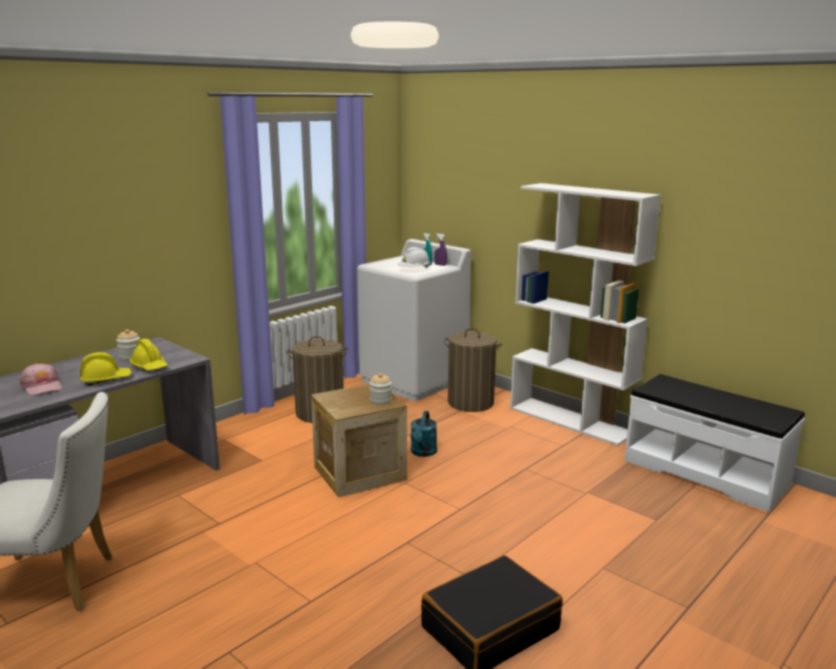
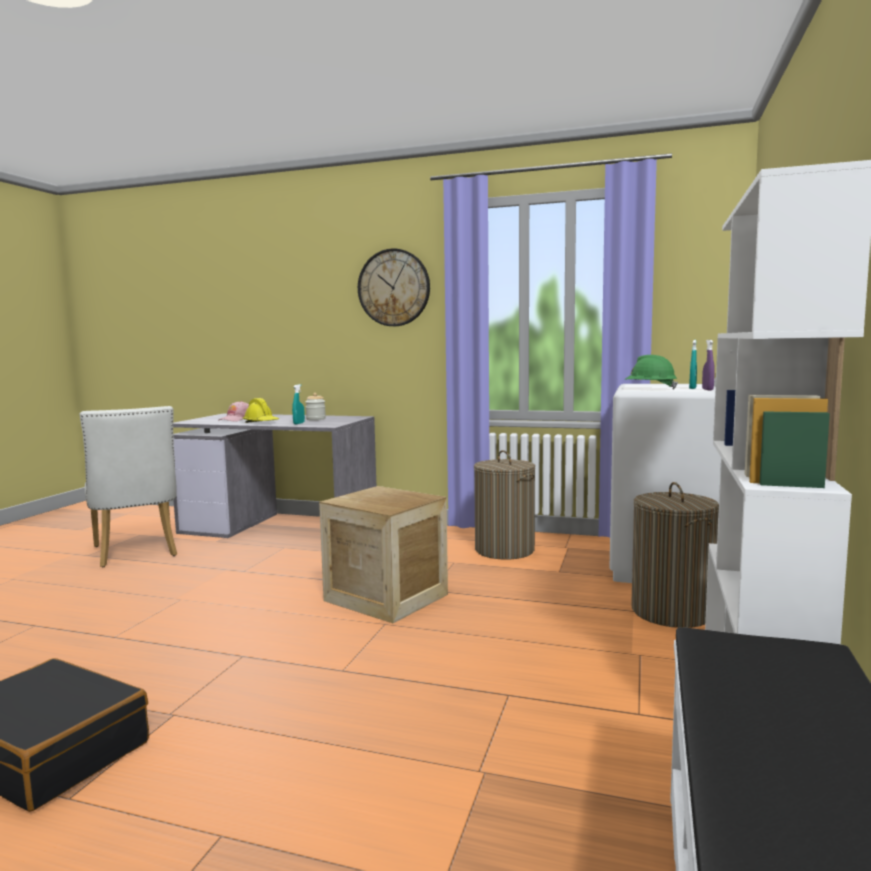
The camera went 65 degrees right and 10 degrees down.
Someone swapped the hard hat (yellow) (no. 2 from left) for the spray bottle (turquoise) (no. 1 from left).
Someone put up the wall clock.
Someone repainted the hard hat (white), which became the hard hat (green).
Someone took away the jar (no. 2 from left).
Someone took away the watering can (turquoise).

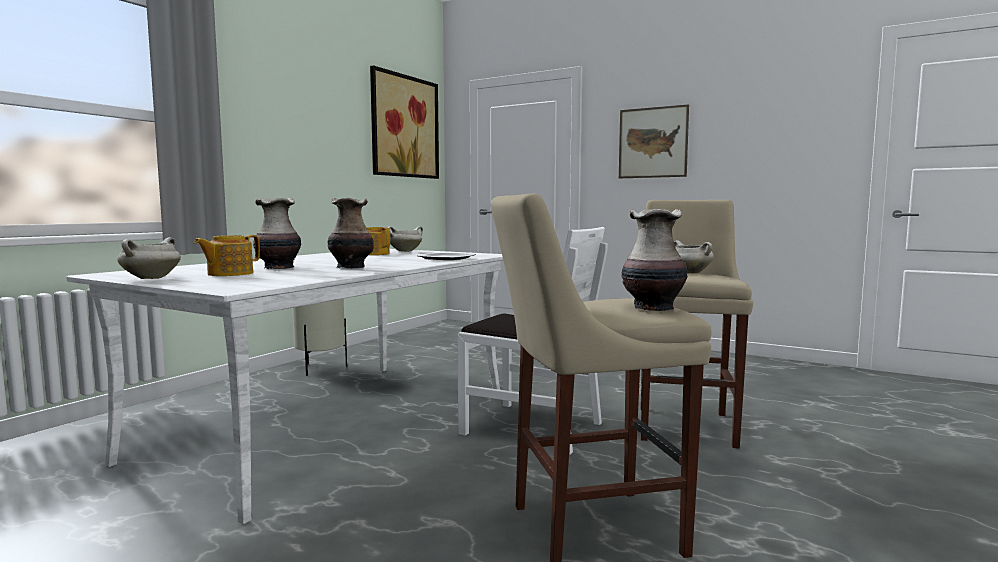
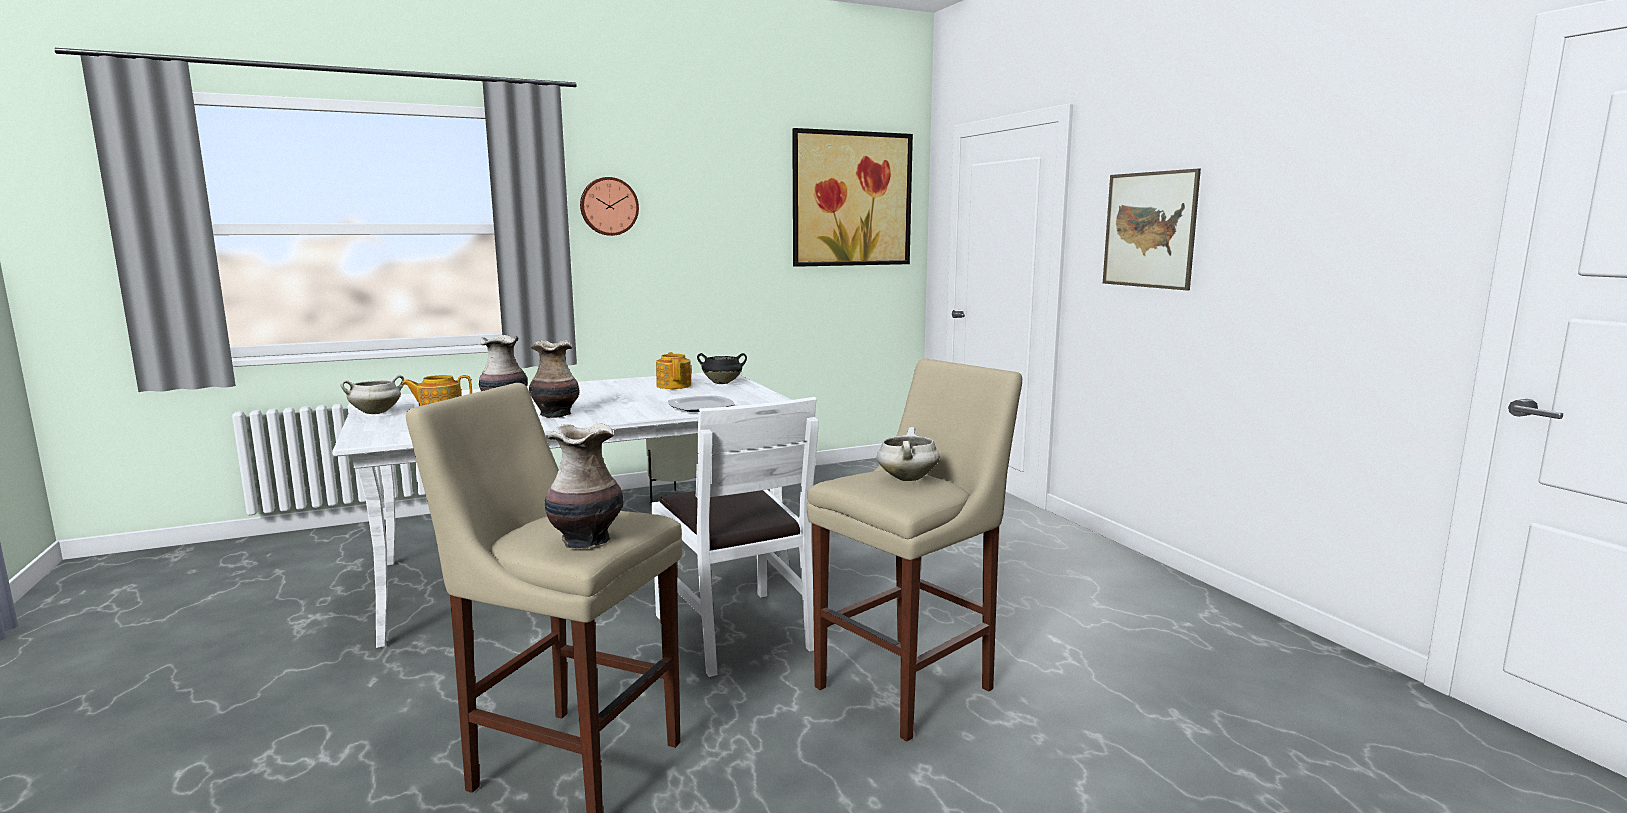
The camera went 35 degrees right and 5 degrees up.
Someone put up the wall clock.
Someone repainted the cooking pot (white) (no. 2 from left), which became the cooking pot (black).

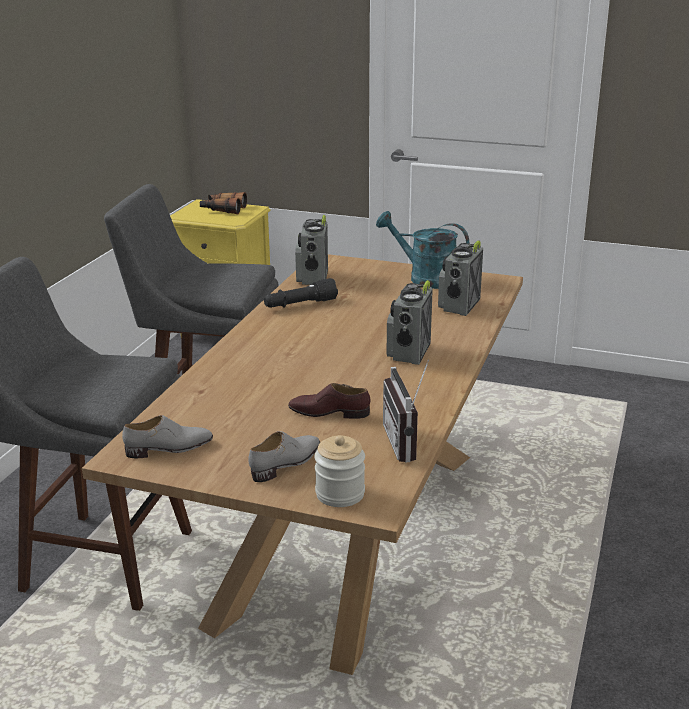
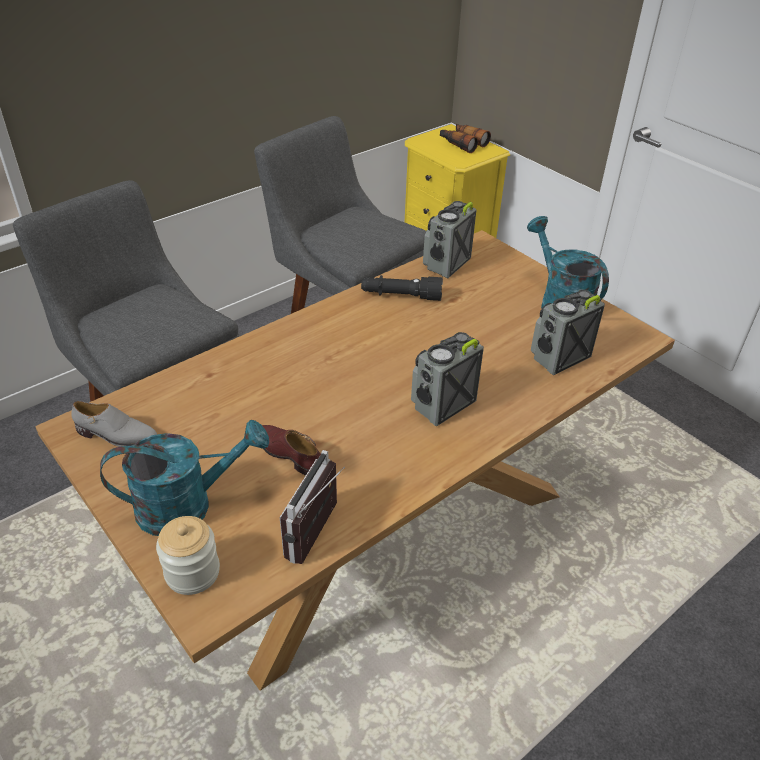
The camera went 30 degrees right and 15 degrees up.
Someone swapped the shoe (grey) (no. 2 from left) for the watering can (turquoise) (no. 1 from left).

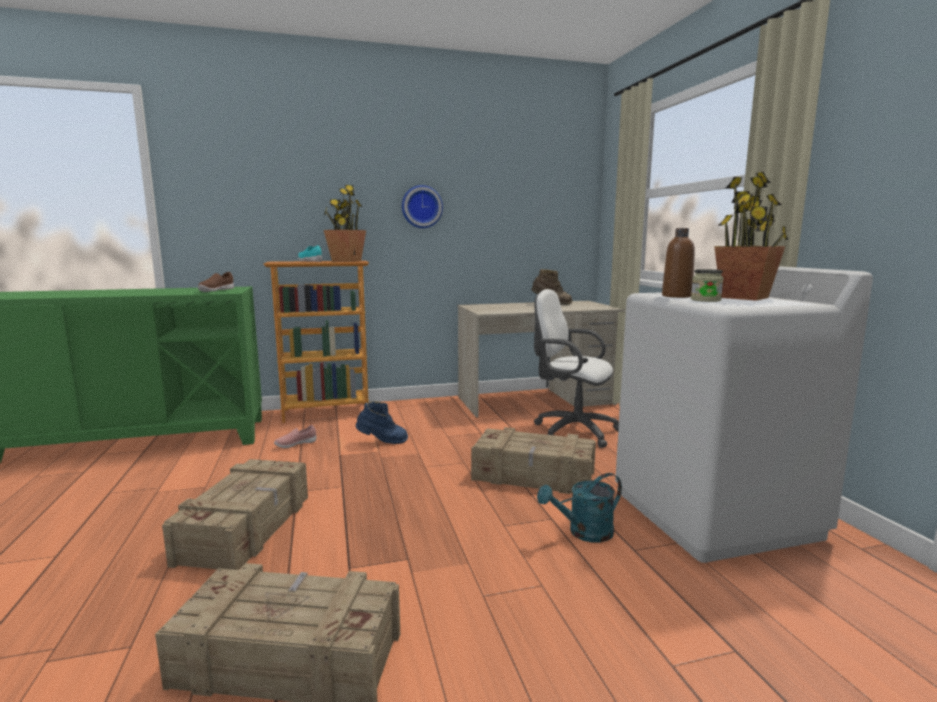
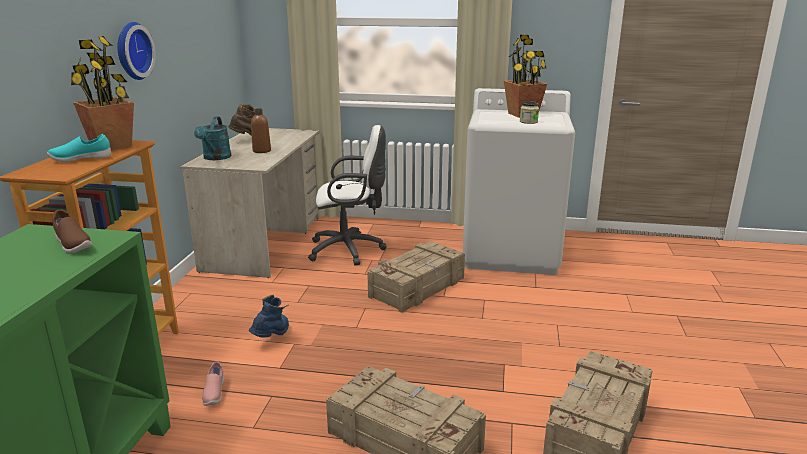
The camera went 65 degrees left and 10 degrees up.
Someone carried the watering can (turquoise).
Someone carried the bottle (brown).
Someone rotated the office chair (white) by 150 degrees counterclockwise.

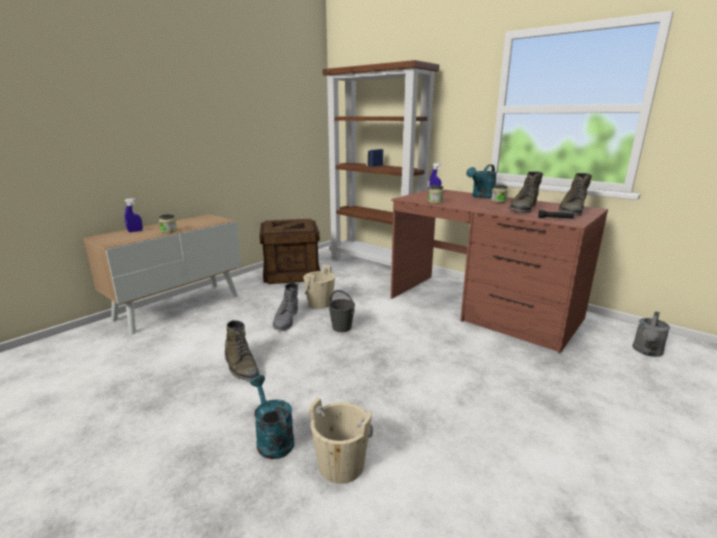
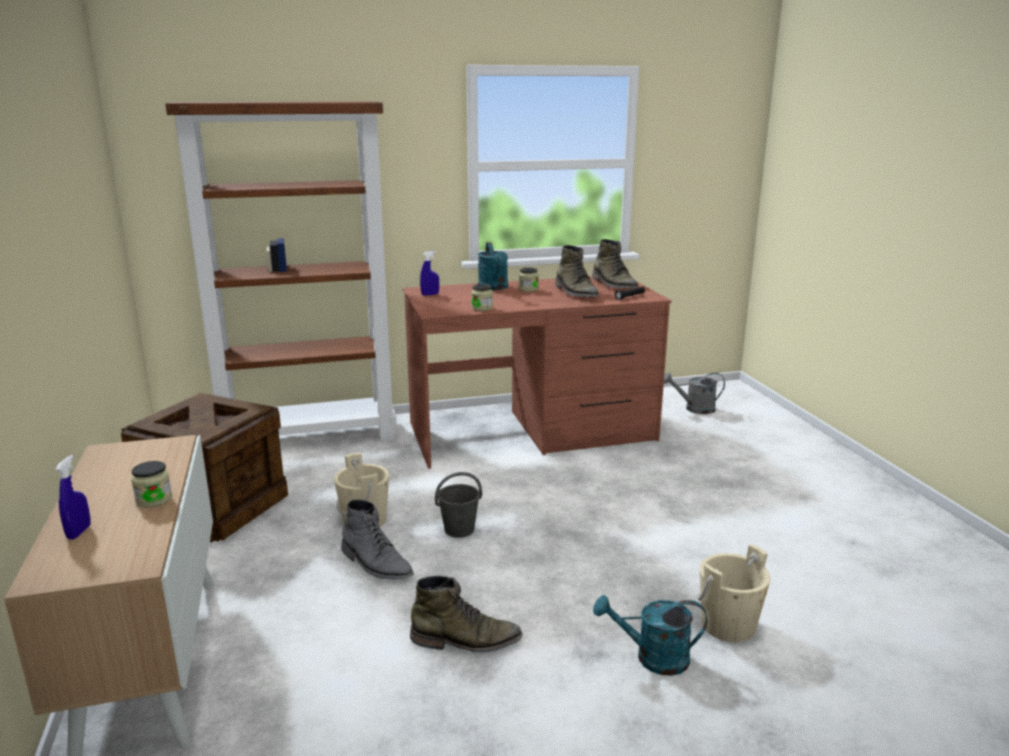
The camera went 55 degrees left and 0 degrees up.
Someone rotated the watering can (grey) by 105 degrees clockwise.

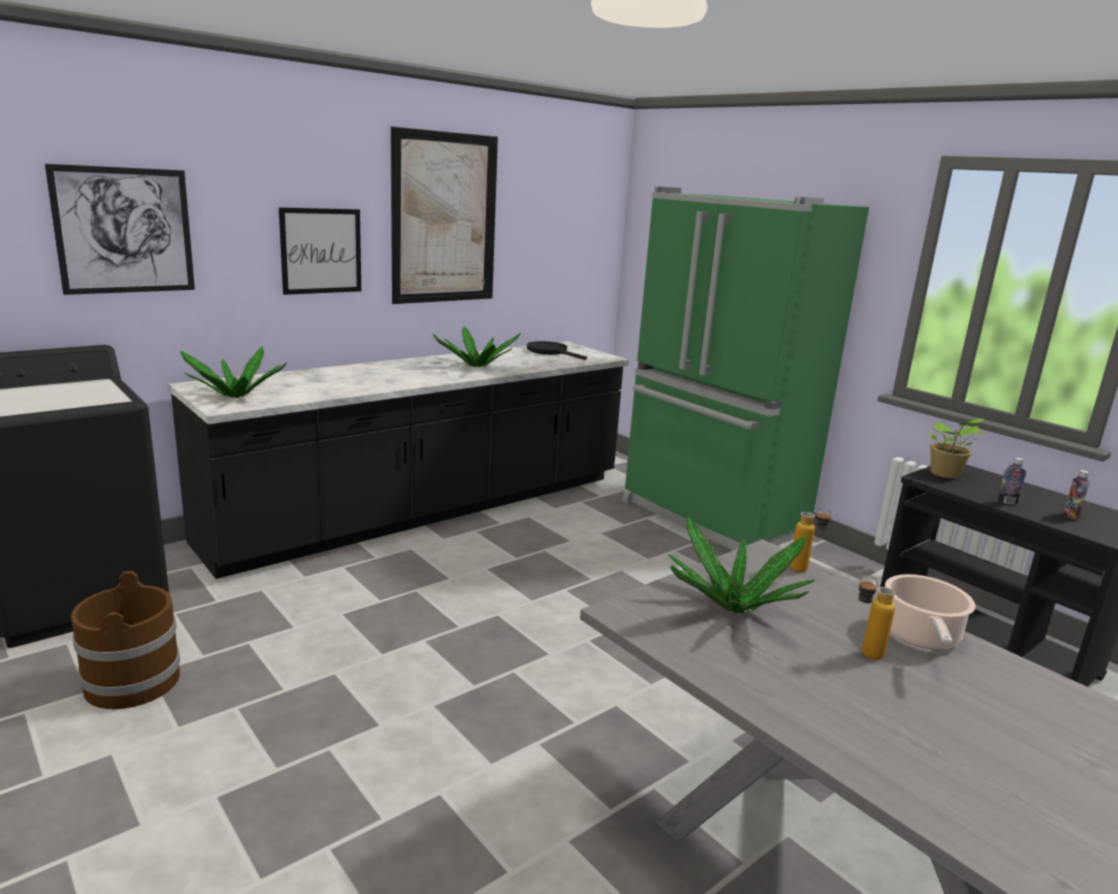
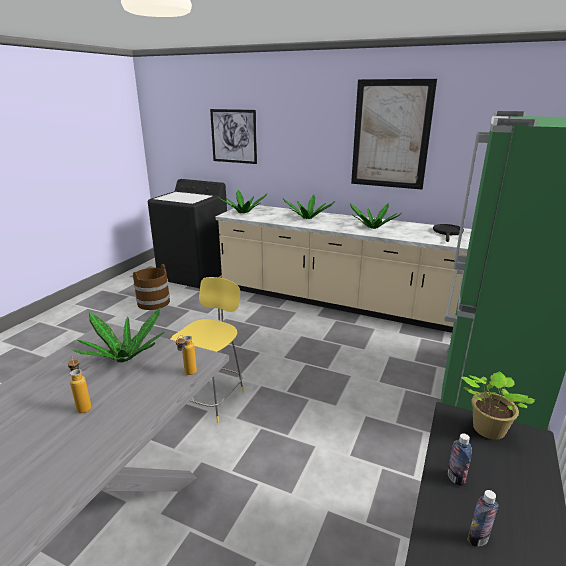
The camera went 65 degrees right and 5 degrees up.
Someone put down the stool (yellow).
Someone repainted the counter (black), which became the counter (beige).
Someone put down the potted plant (no. 3 from left).
Someone took away the picture (no. 2 from left).
Someone took away the cooking pot.

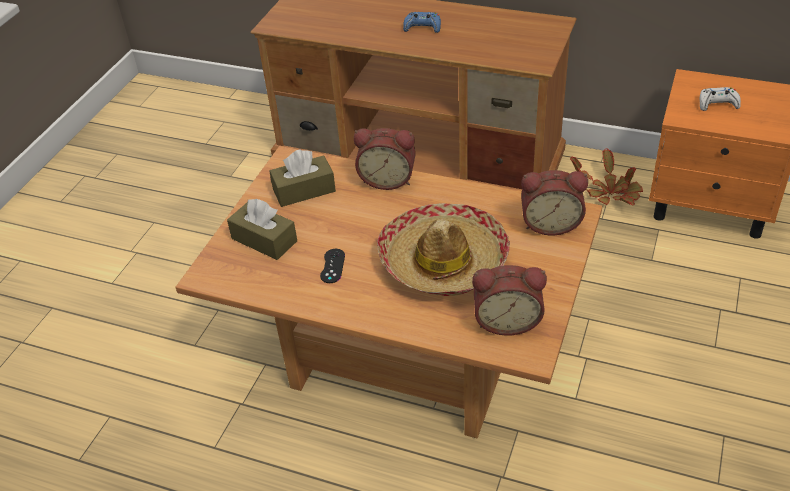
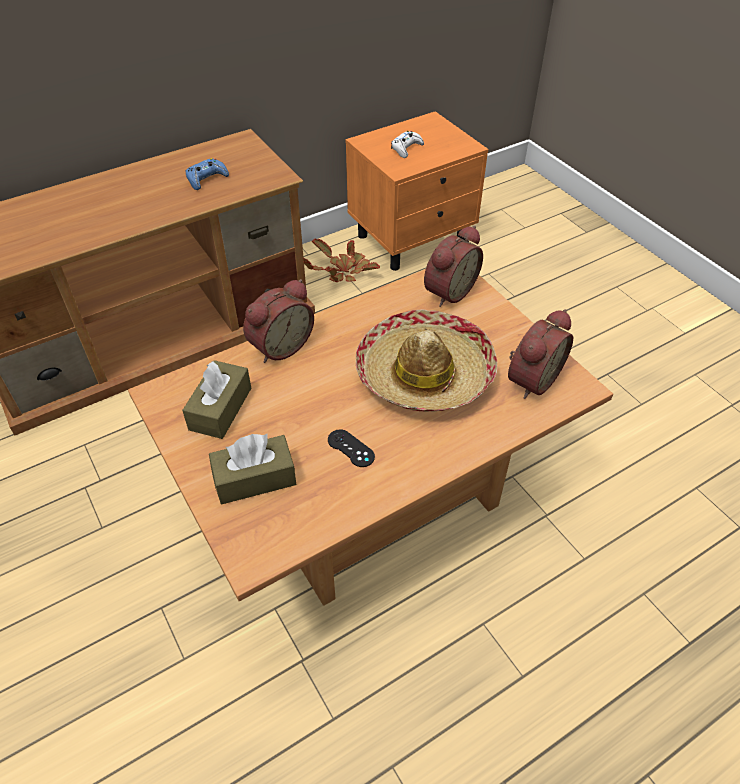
The camera went 55 degrees left and 5 degrees up.
Someone carried the game controller (blue).

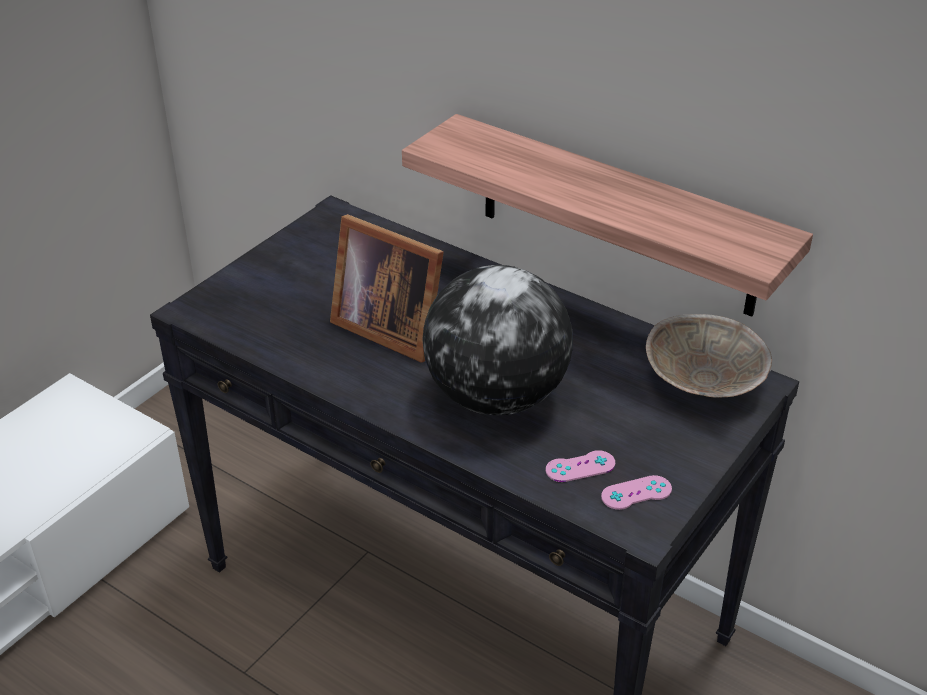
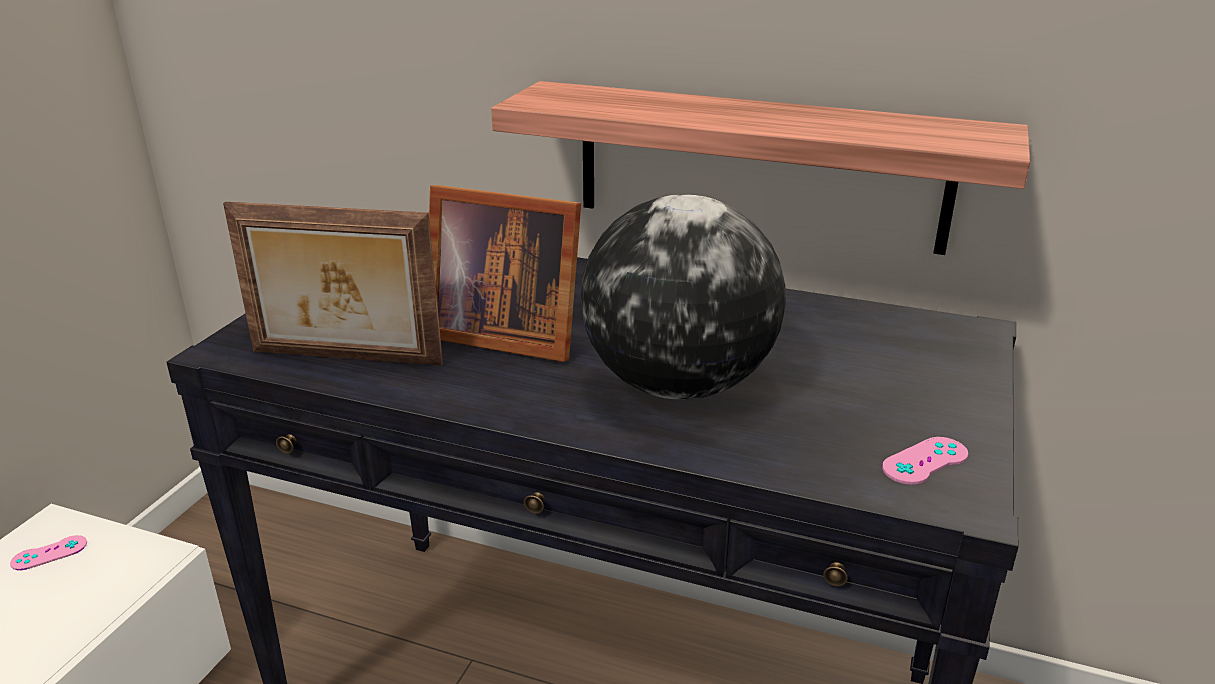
The camera went 15 degrees left and 10 degrees down.
Someone carried the game controller (pink) (no. 1 from left).
Someone put down the picture frame (no. 1 from left).
Someone took away the bowl (beige).

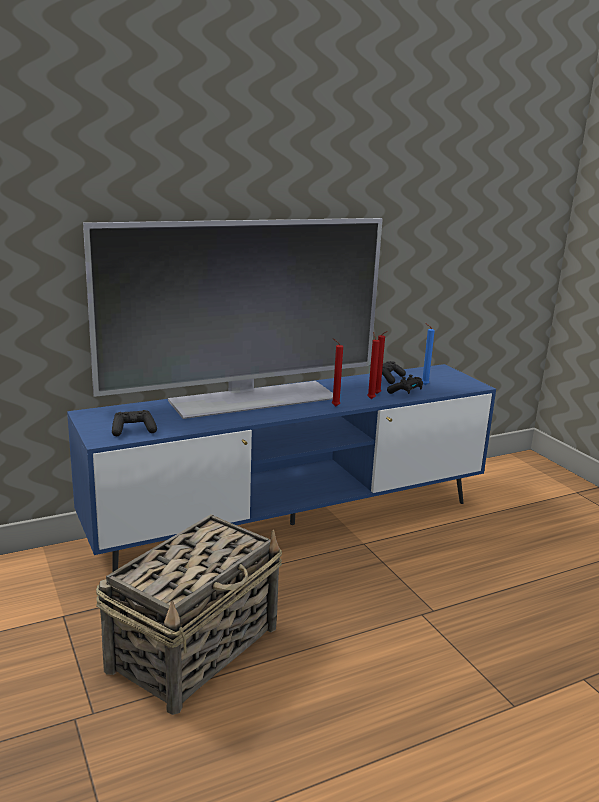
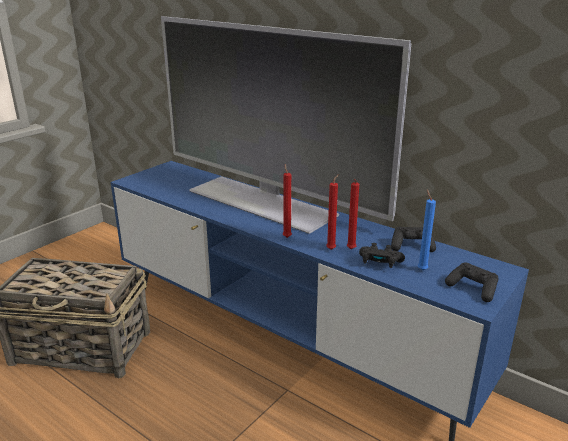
The camera went 65 degrees right and 5 degrees up.
Someone carried the game controller (black) (no. 1 from left in the first image).

